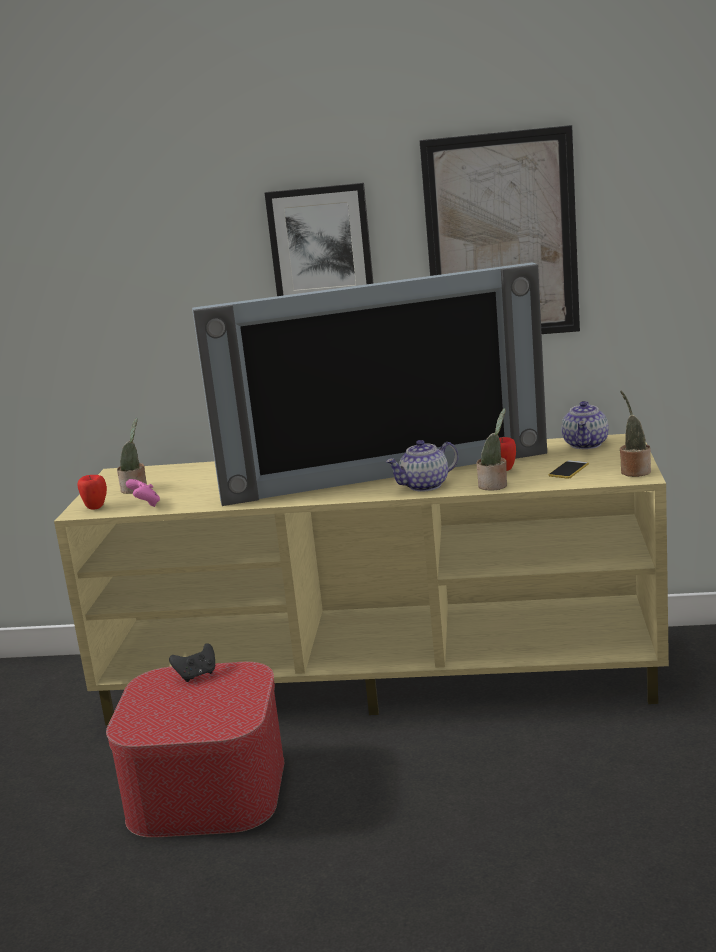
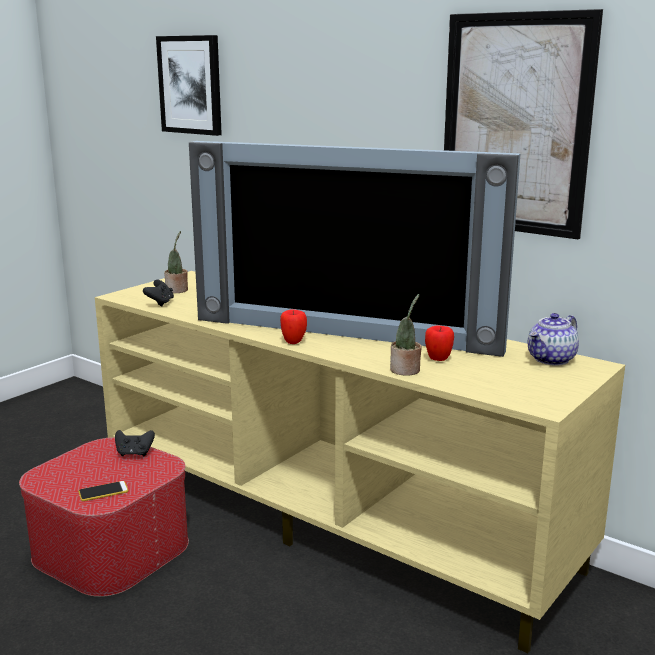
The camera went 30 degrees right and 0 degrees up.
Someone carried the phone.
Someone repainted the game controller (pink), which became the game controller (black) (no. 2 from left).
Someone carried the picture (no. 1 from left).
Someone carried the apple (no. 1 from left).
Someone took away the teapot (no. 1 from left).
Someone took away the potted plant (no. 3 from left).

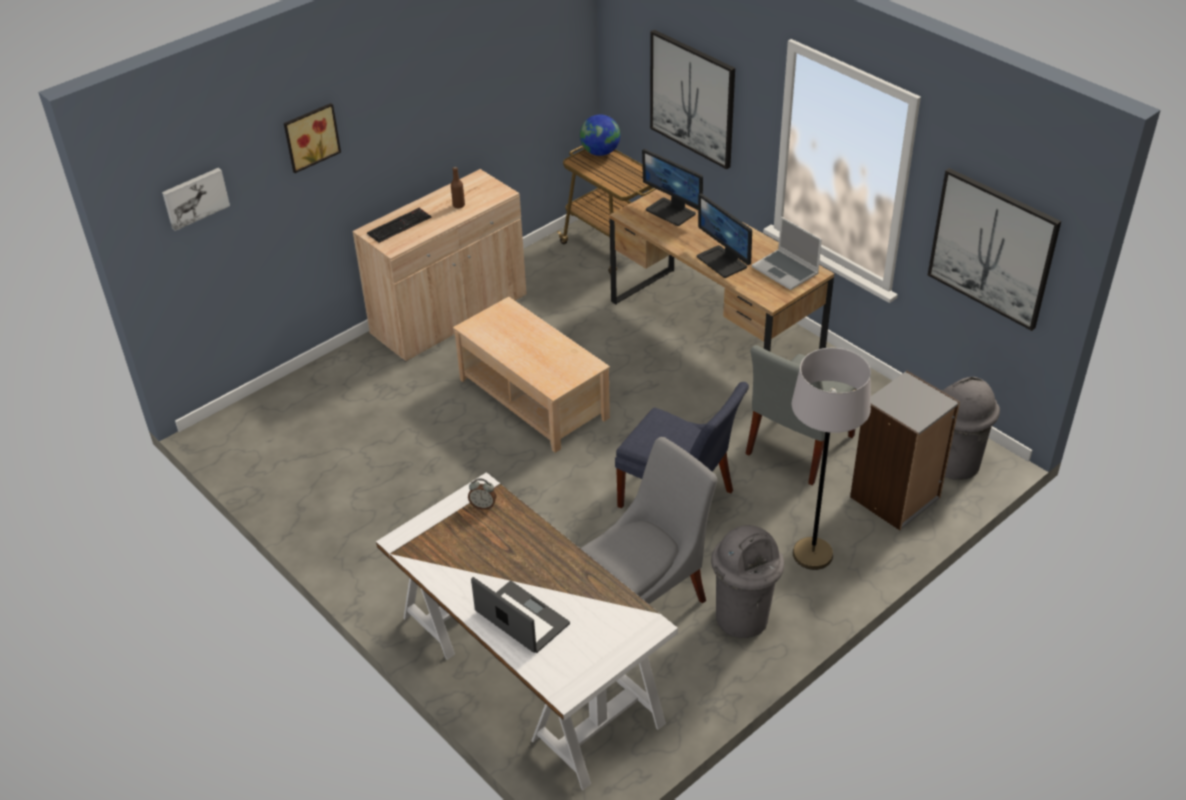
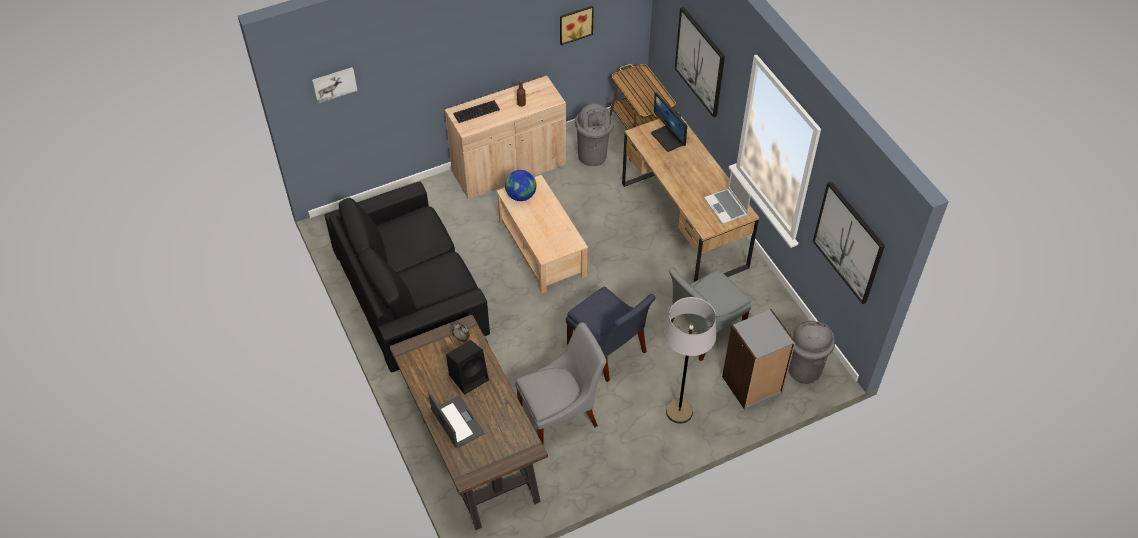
The camera went 15 degrees right and 10 degrees up.
Someone put down the sofa (black).
Someone repainted the desk (white), which became the desk (brown) (no. 1 from left).
Someone put down the speaker (black).
Someone carried the globe.
Someone carried the picture (no. 2 from left).
Someone carried the trash can (grey) (no. 1 from left).
Someone took away the monitor (no. 2 from left).

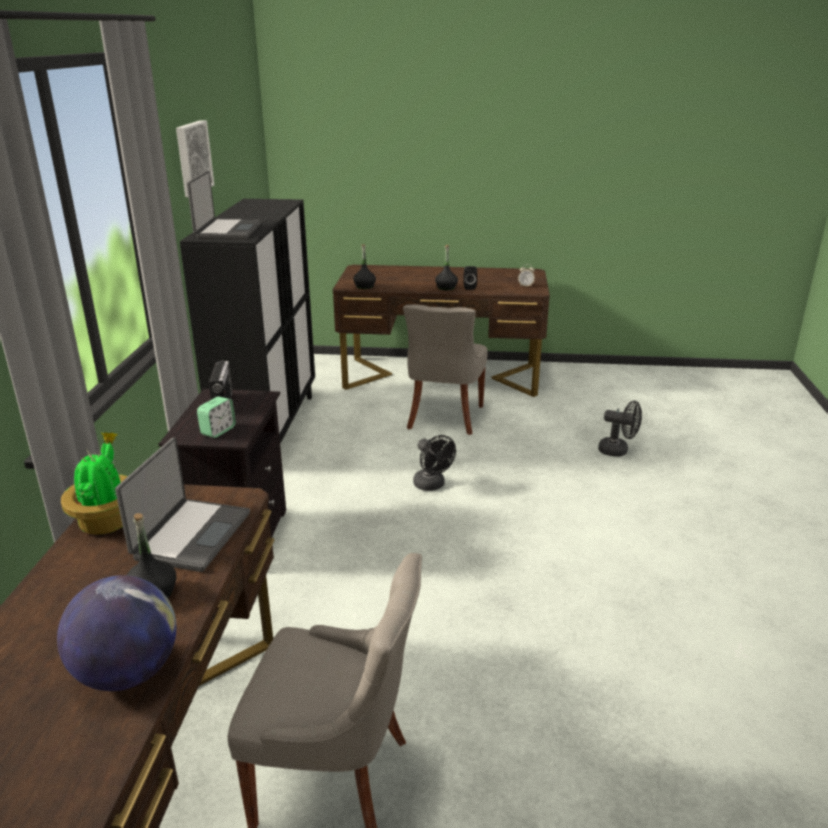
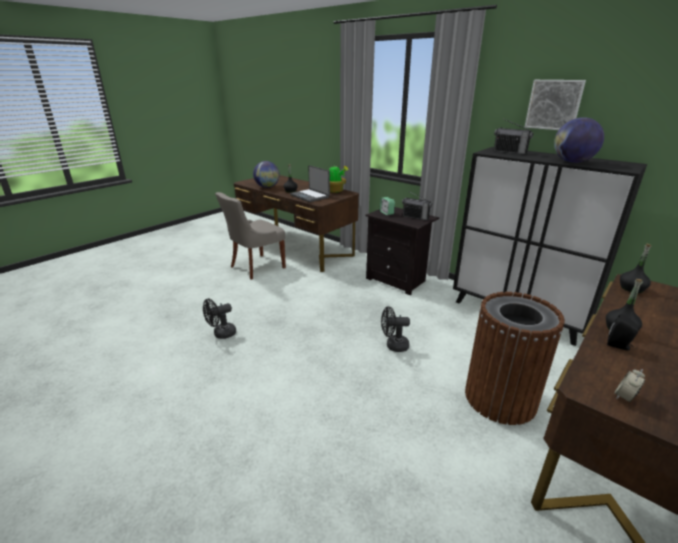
The camera went 125 degrees right and 0 degrees up.
Someone carried the fan (black) (no. 2 from left in the first image).
Someone swapped the chair (grey) (no. 2 from left) for the trash can (brown).
Someone swapped the laptop (no. 2 from left) for the radio (no. 2 from left).
Someone put down the globe (no. 2 from left).

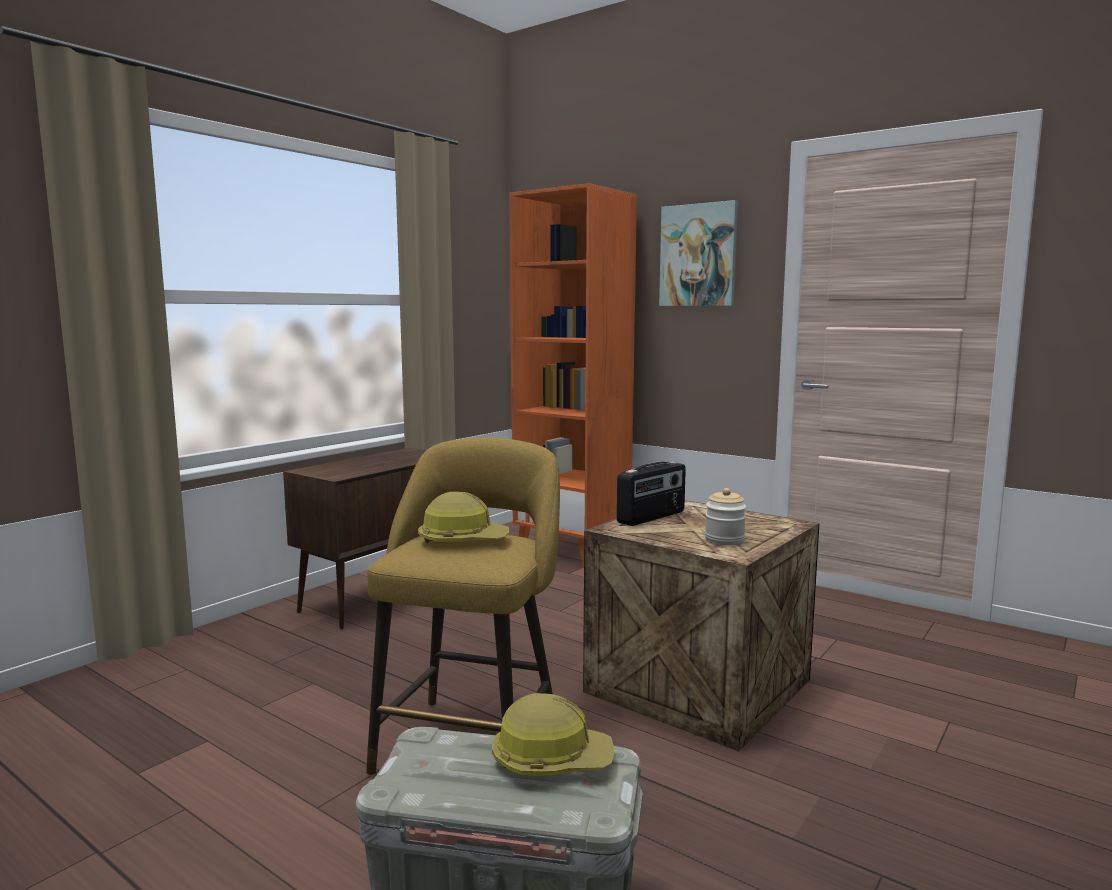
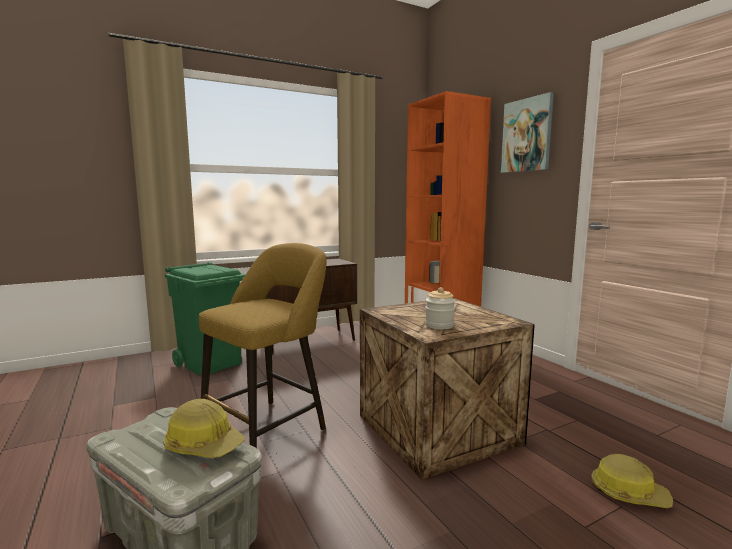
The camera went 25 degrees right and 0 degrees up.
Someone put down the trash can (green).
Someone carried the hard hat (no. 1 from left in the first image).
Someone took away the radio.

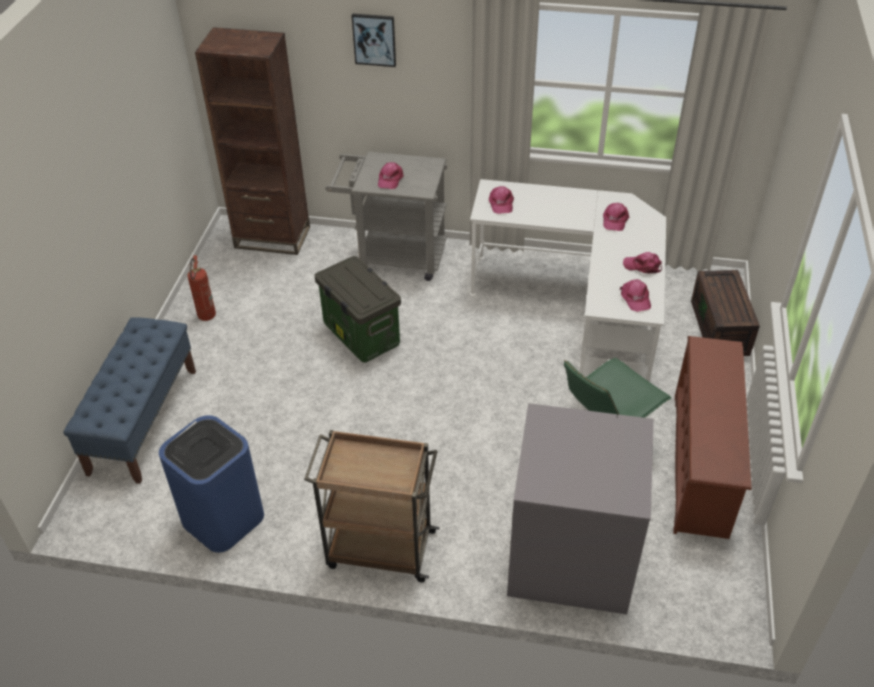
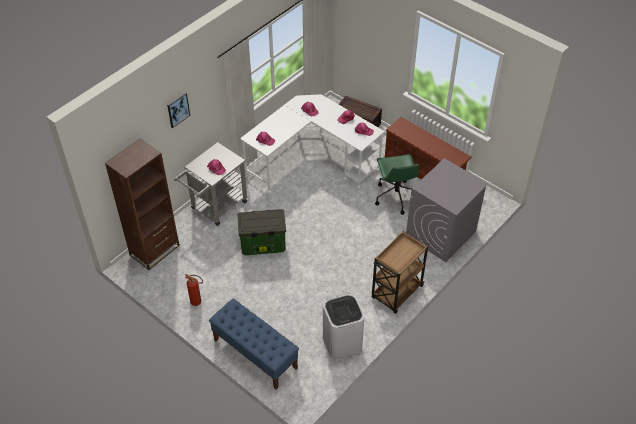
The camera went 60 degrees left and 5 degrees up.
Someone repainted the trash can (blue), which became the trash can (white).

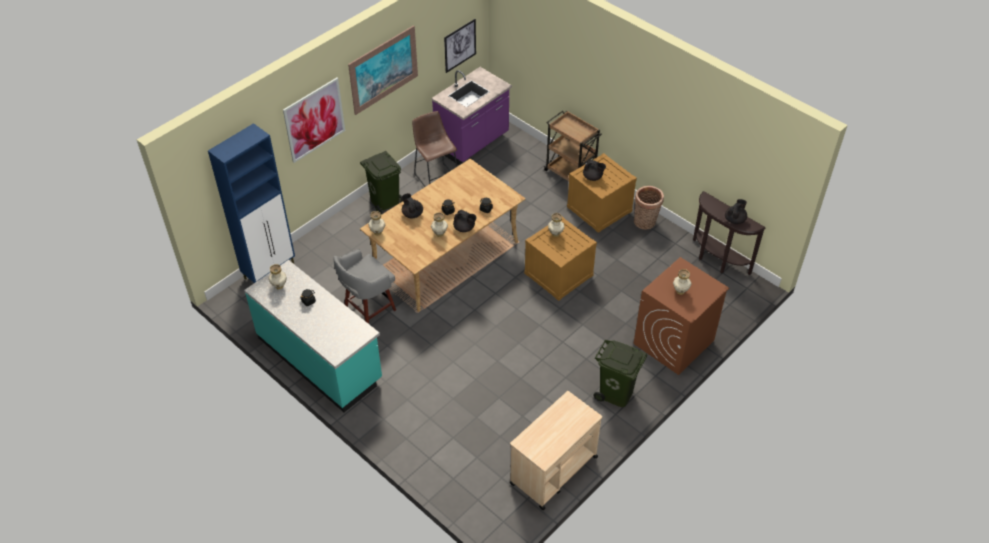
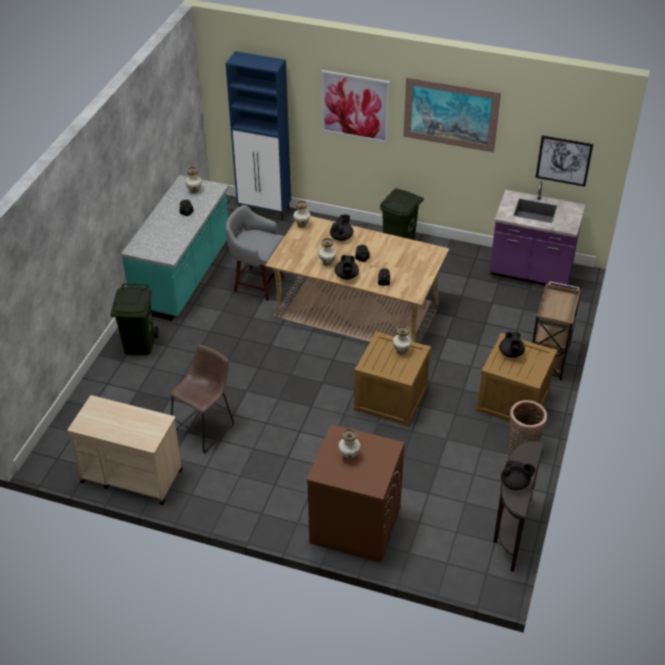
The camera went 65 degrees right and 5 degrees down.
Someone carried the trash can (green) (no. 2 from left in the first image).
Someone carried the stool (brown).

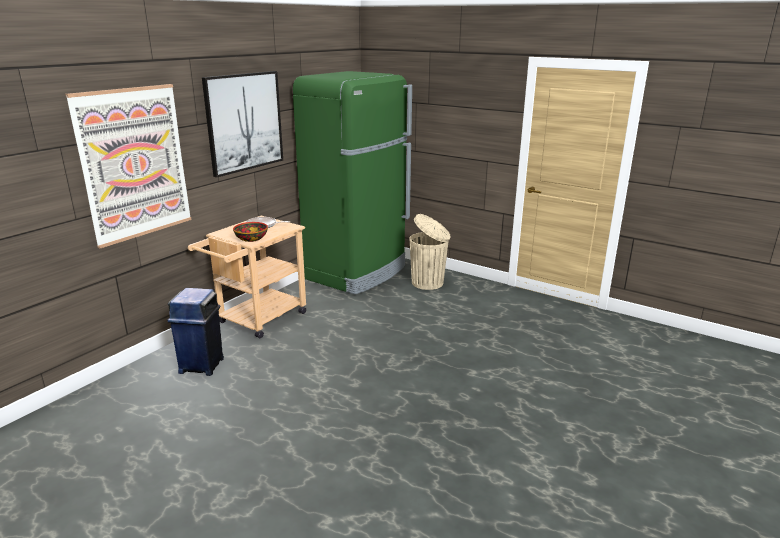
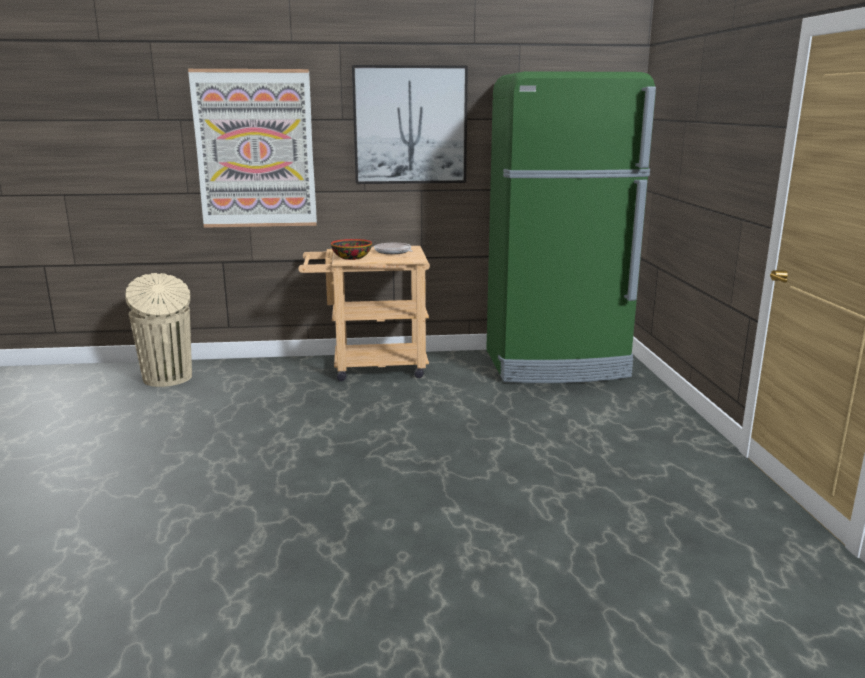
The camera went 50 degrees right and 5 degrees down.
Someone carried the trash can (beige).
Someone took away the trash can (blue).

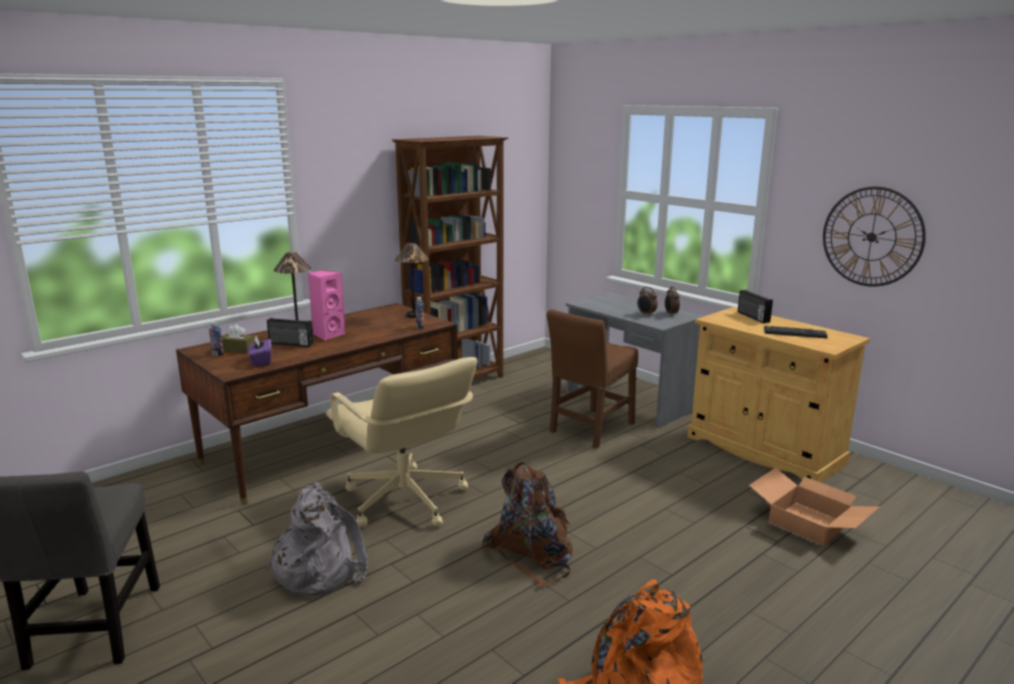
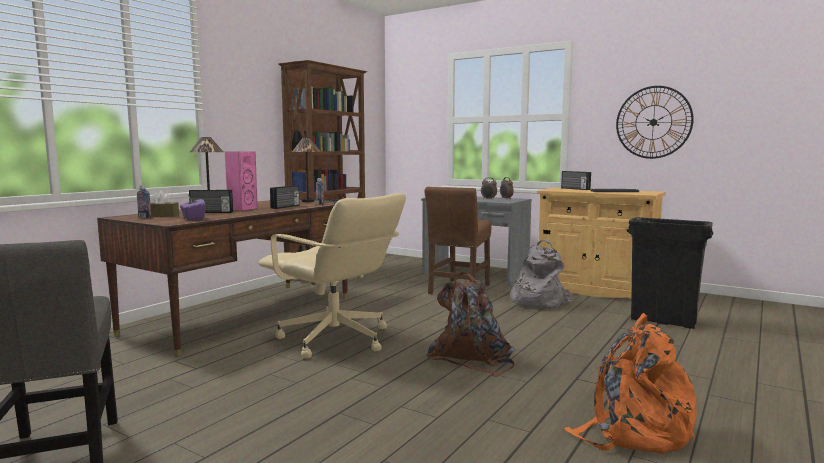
The camera went 15 degrees left and 10 degrees down.
Someone put down the radio (no. 2 from left).
Someone carried the backpack (grey).
Someone swapped the cardboard box for the trash can (black).

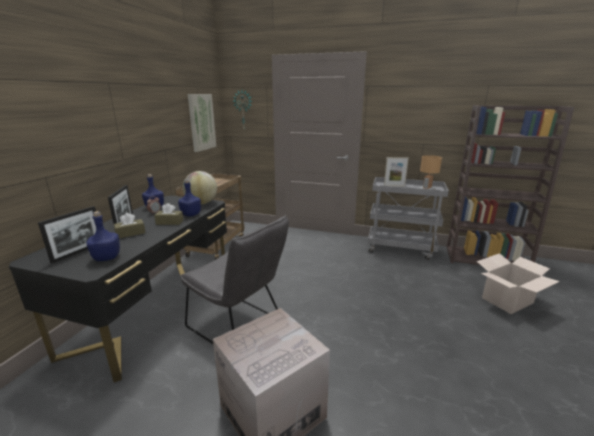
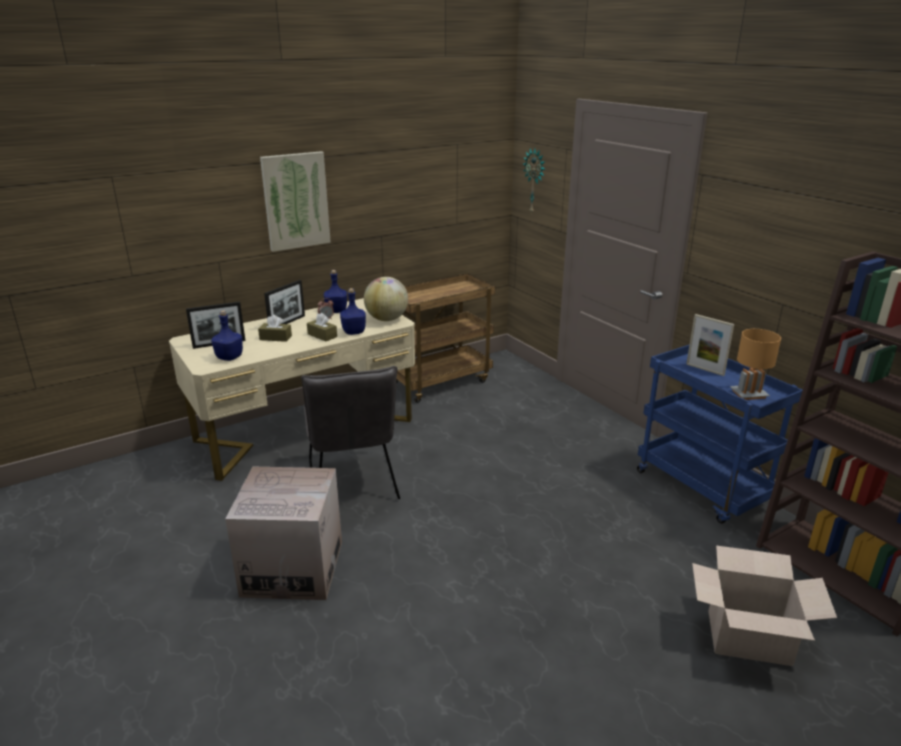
The camera went 40 degrees right and 5 degrees up.
Someone repainted the desk (black), which became the desk (beige).
Someone carried the picture.
Someone repainted the cart (grey), which became the cart (blue).

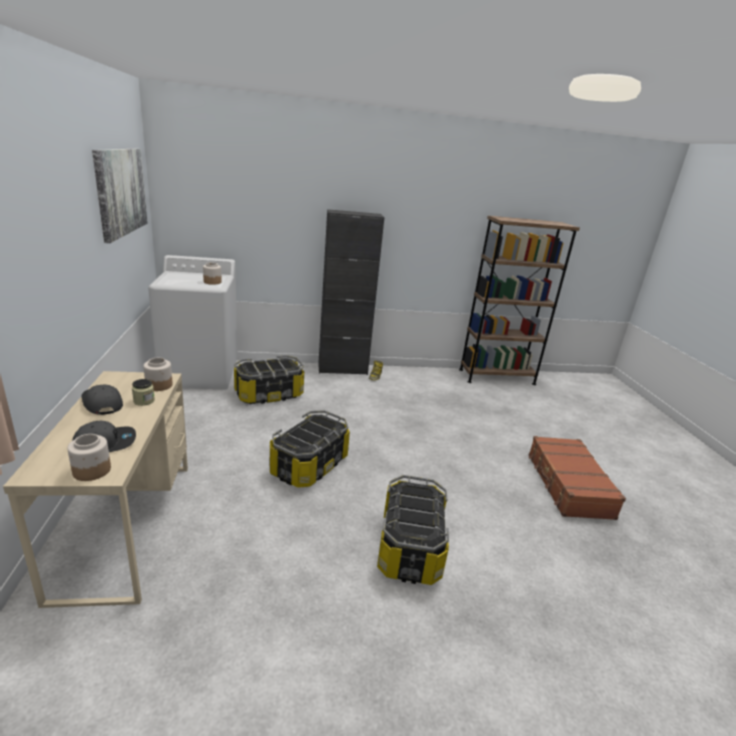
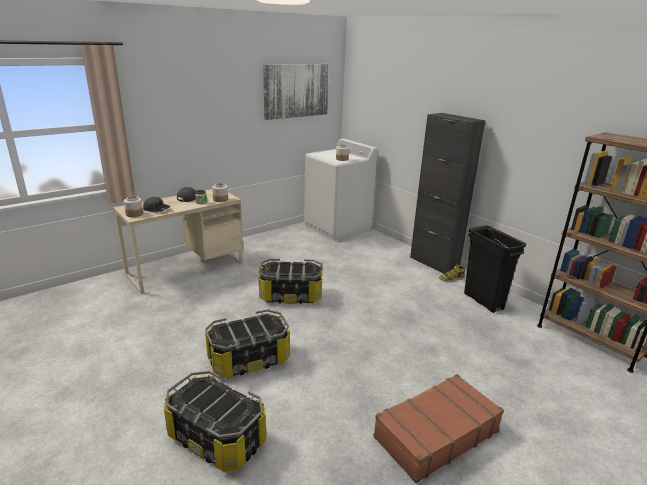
The camera went 60 degrees right and 0 degrees up.
Someone carried the storage box (no. 1 from left).
Someone put down the trash can (black).

